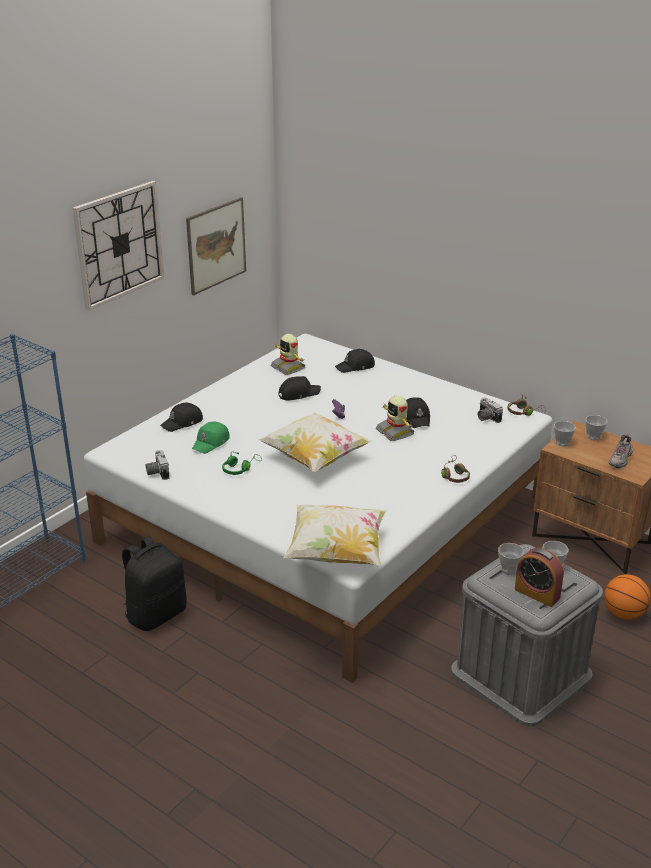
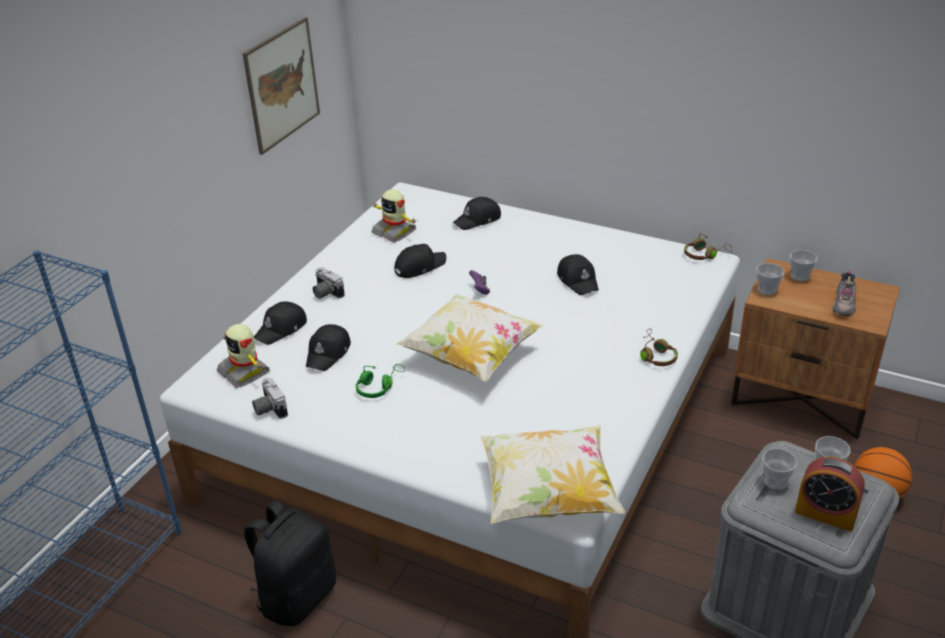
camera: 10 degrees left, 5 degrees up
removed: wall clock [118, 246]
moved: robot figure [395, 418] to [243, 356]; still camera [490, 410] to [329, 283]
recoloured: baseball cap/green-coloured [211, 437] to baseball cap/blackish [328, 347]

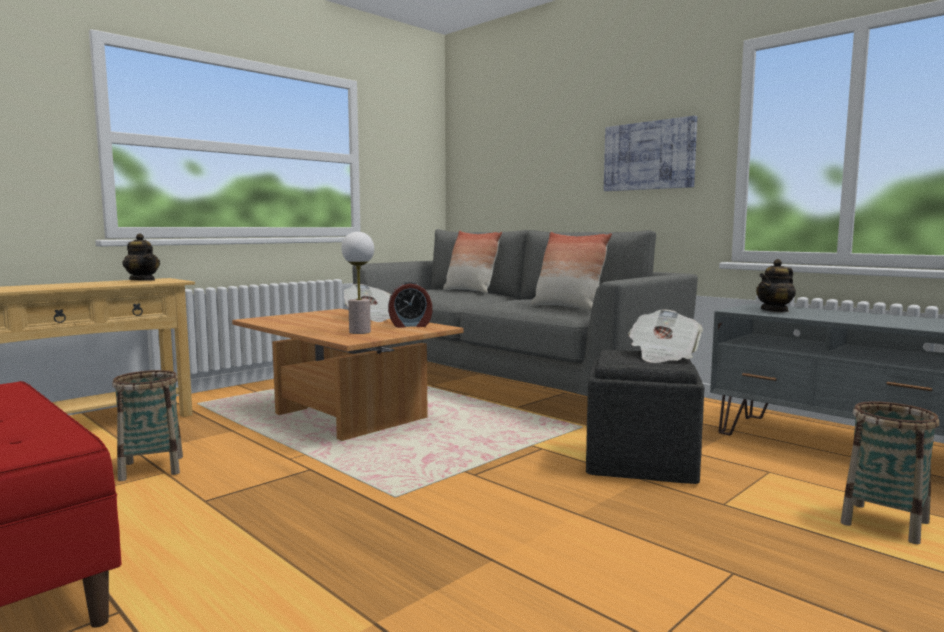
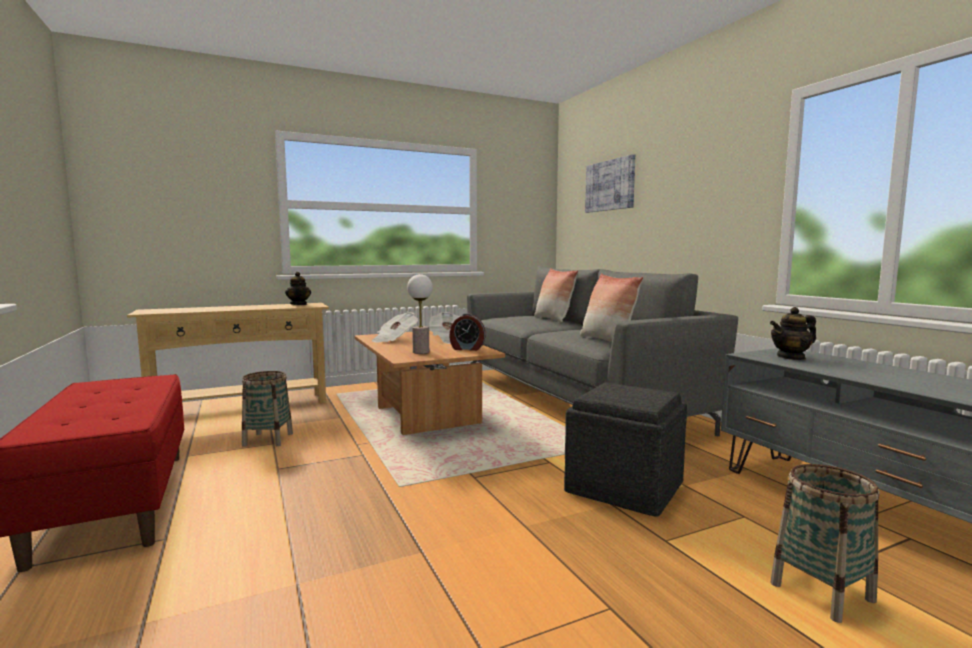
camera: 20 degrees right, 0 degrees up
moved: wall art [650, 153] to [610, 183]; daily paper [665, 336] to [395, 327]

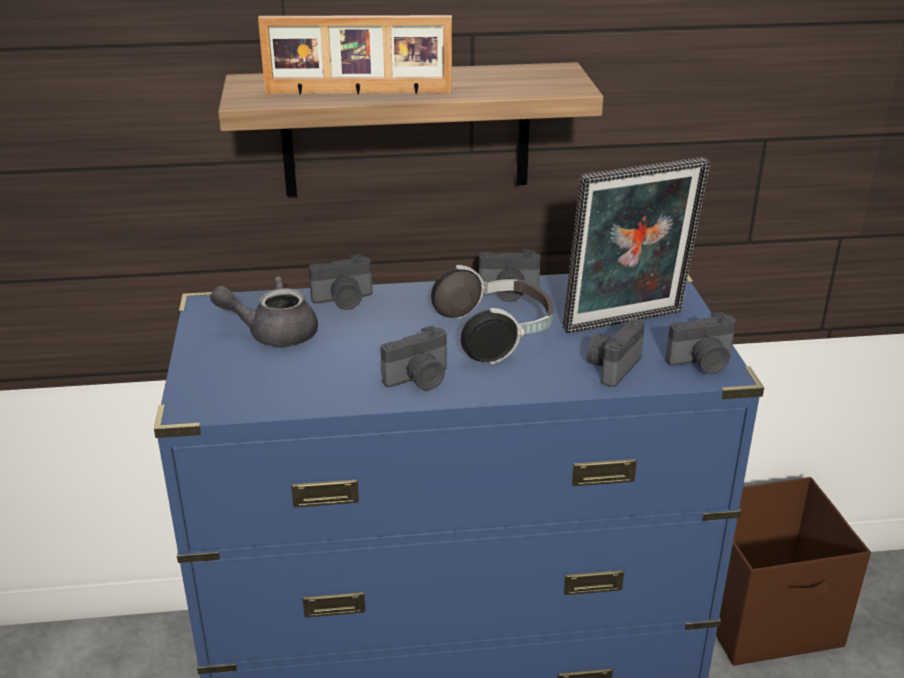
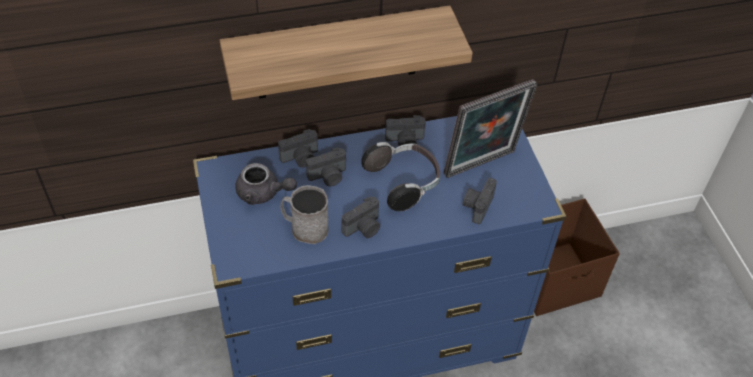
camera: 10 degrees left, 20 degrees up
removed: standing frame [355, 55]
added: mug/greyish [304, 214]
moved: still camera [701, 343] to [326, 166]
turned: tea pot/greyish [264, 311] = [266, 184] 150 degrees counterclockwise

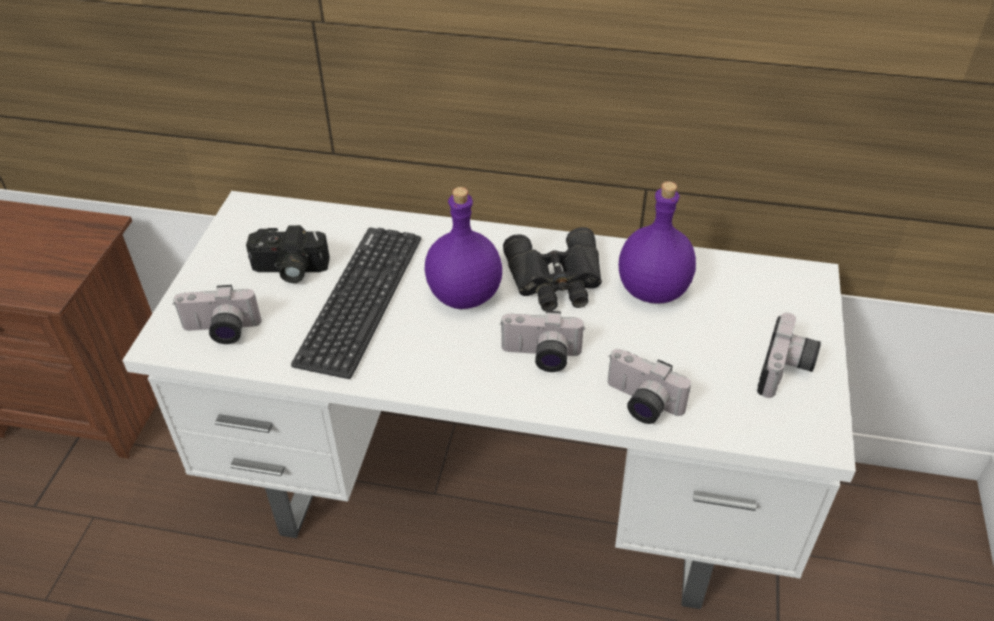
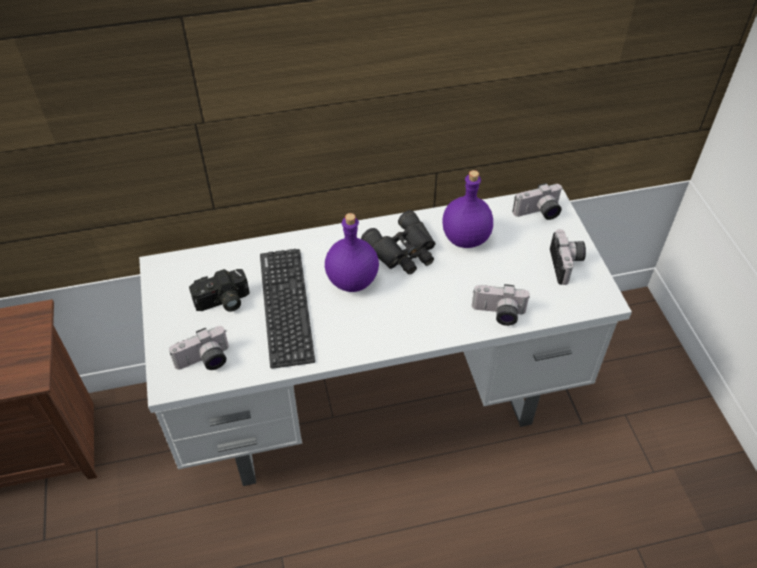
camera: 25 degrees left, 5 degrees up
moved: still camera [542, 341] to [538, 201]

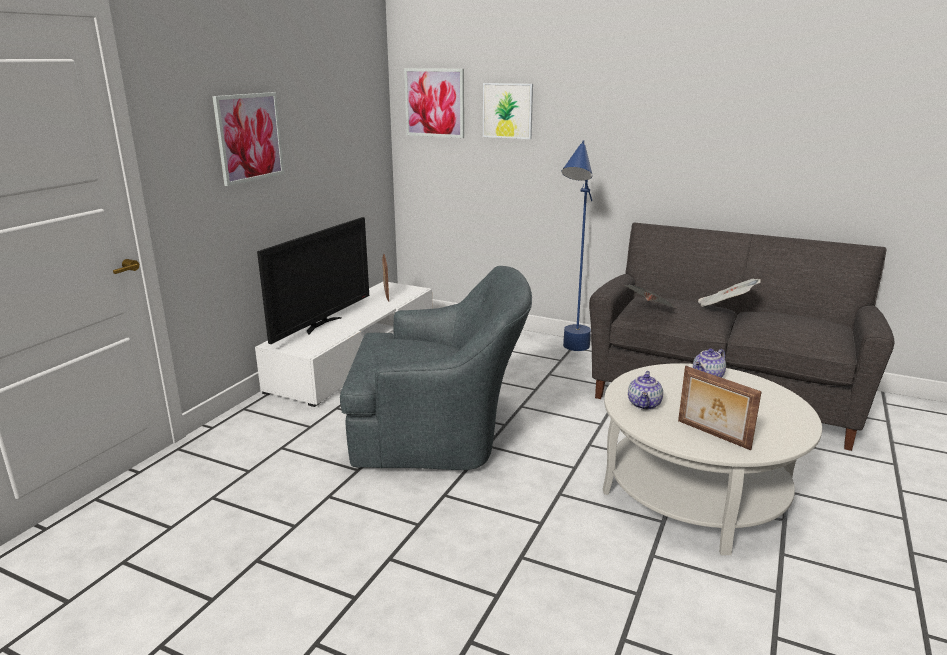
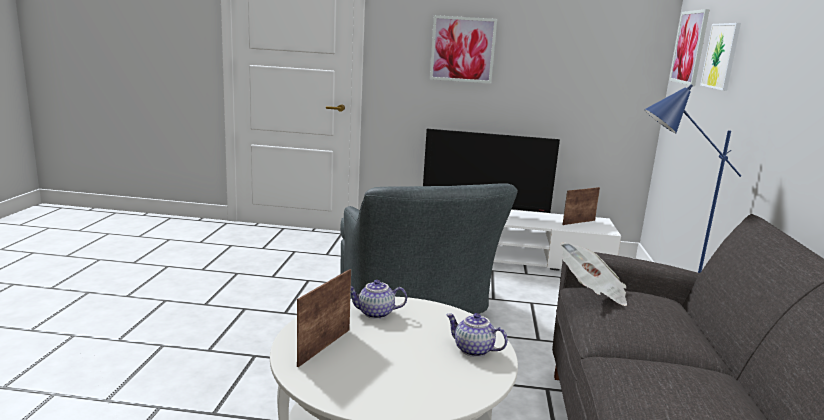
camera: 70 degrees right, 5 degrees down
removed: daily paper [729, 292]

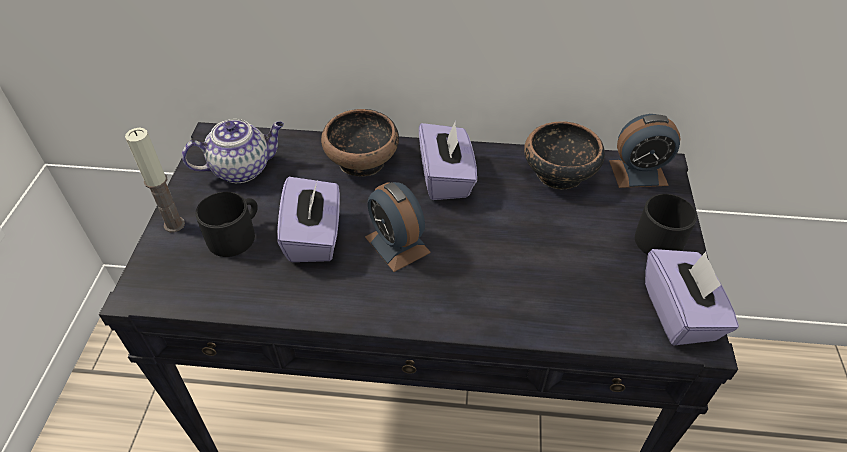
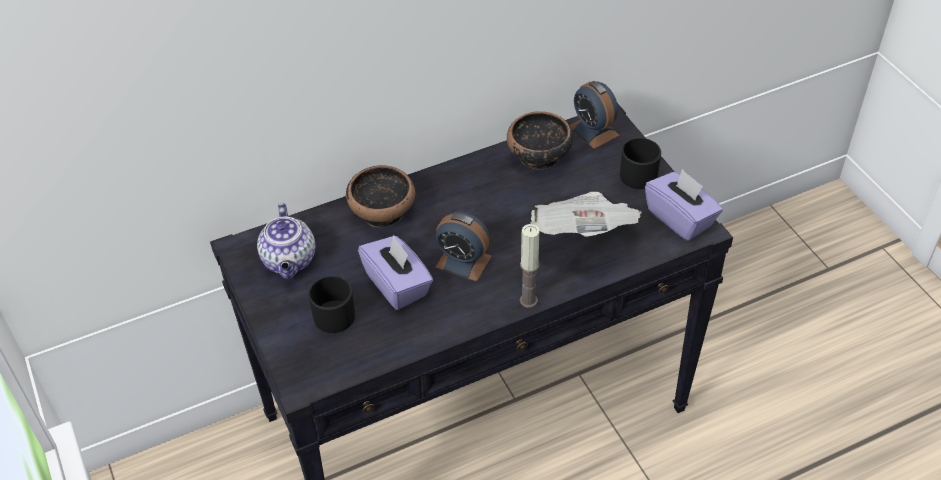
camera: 30 degrees left, 0 degrees up
removed: tissue box/purplish [448, 160]
added: daily paper [586, 214]
moved: wax candle [155, 180] to [530, 266]
turned: tea pot [233, 151] = [286, 241] 135 degrees clockwise; alarm clock [645, 151] = [595, 115] 90 degrees clockwise

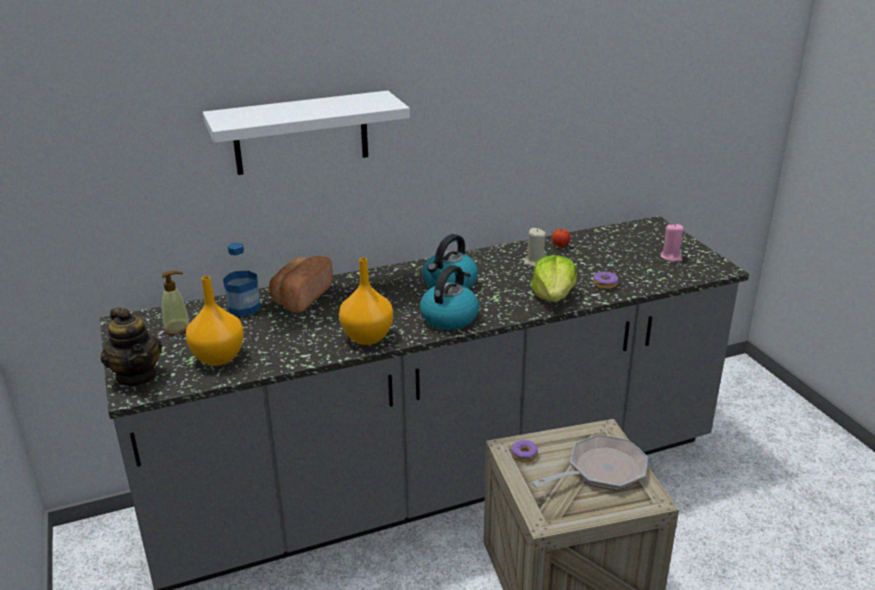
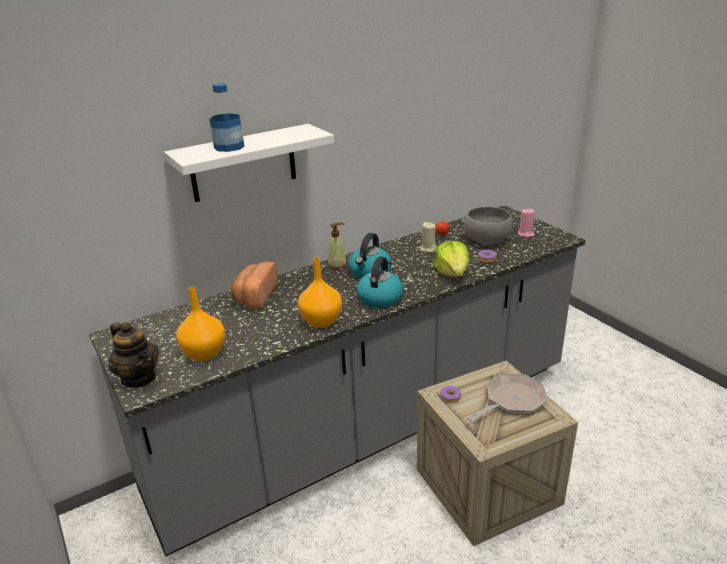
camera: 10 degrees left, 0 degrees up
added: deep dish/greyish [488, 225]
moved: liquid soap bottle [176, 303] to [337, 245]; drink bottle [242, 279] to [227, 117]

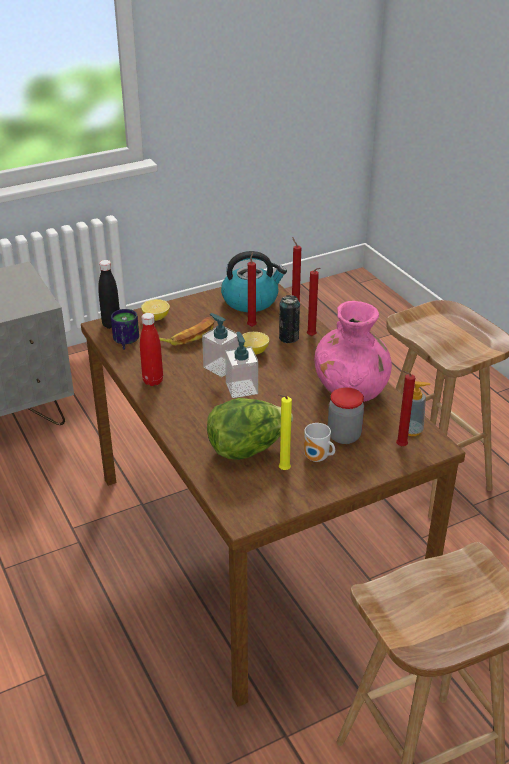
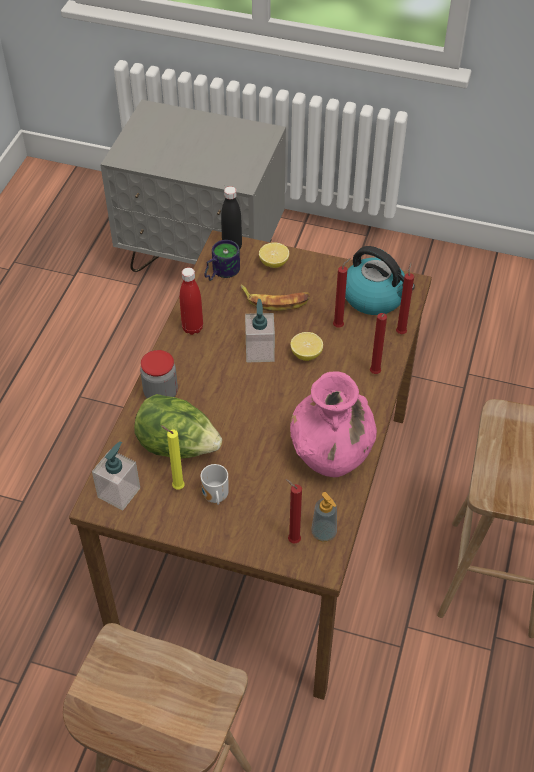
camera: 45 degrees right, 15 degrees up
removed: can [289, 319]
moved: liquid soap bottle [241, 365] to [116, 475]; jar [346, 415] to [159, 374]

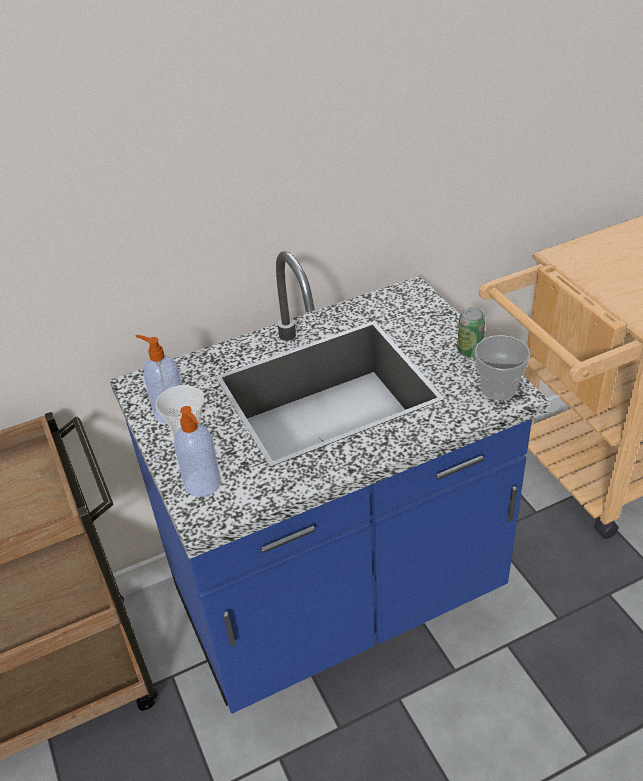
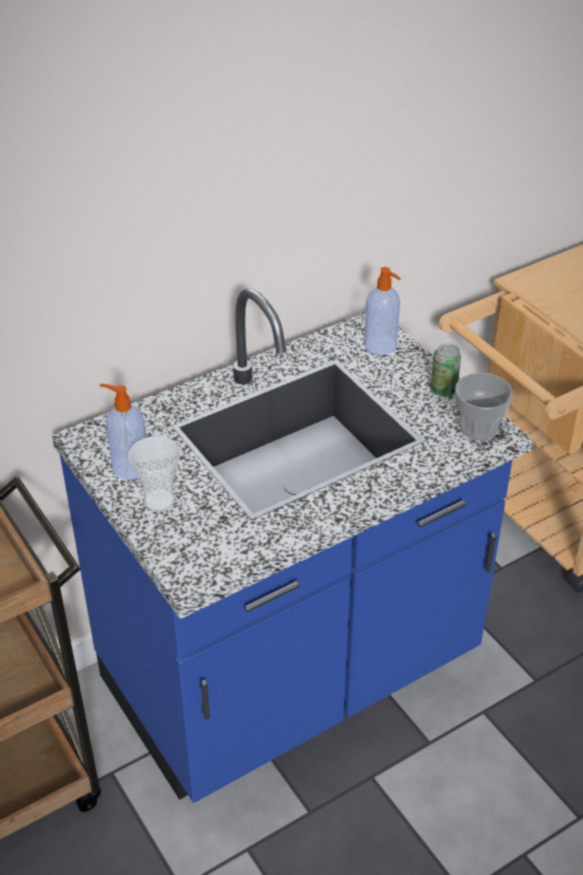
camera: 10 degrees left, 0 degrees up
moved: liquid soap bottle [197, 451] to [382, 311]

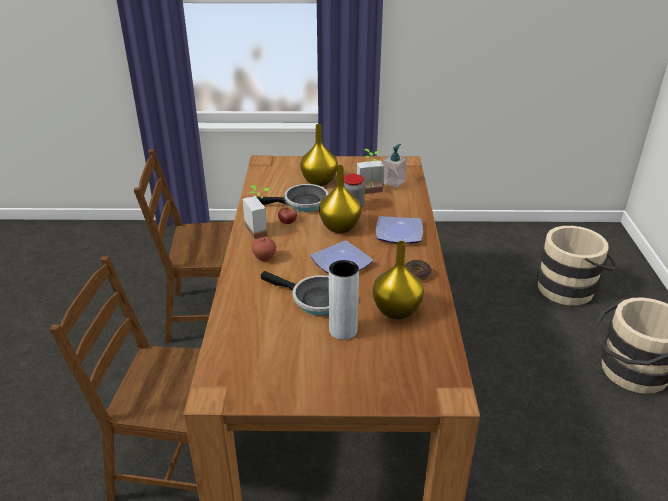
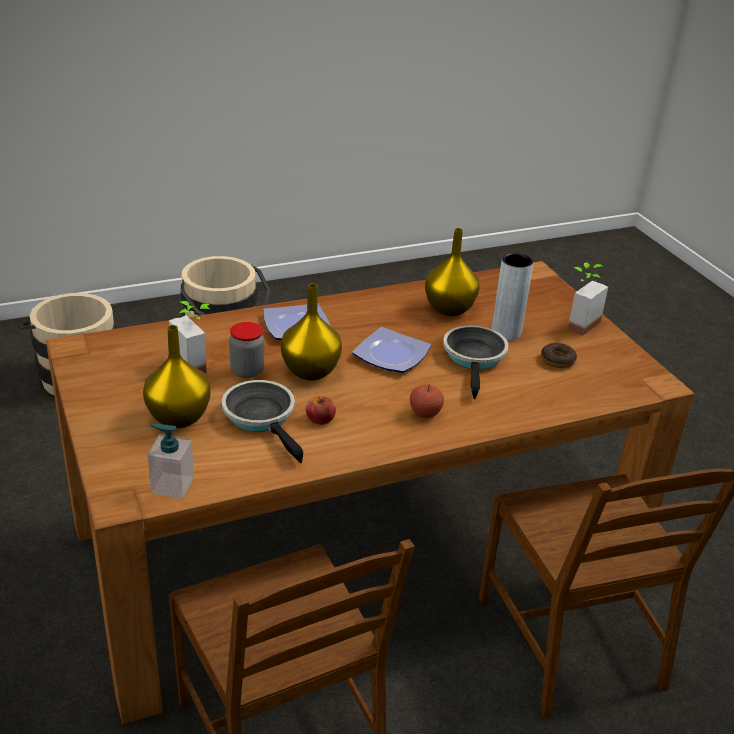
camera: 115 degrees left, 0 degrees up
moved: potted plant [257, 212] to [588, 299]; liquid soap bottle [395, 166] to [170, 461]; doughnut [418, 270] to [559, 355]

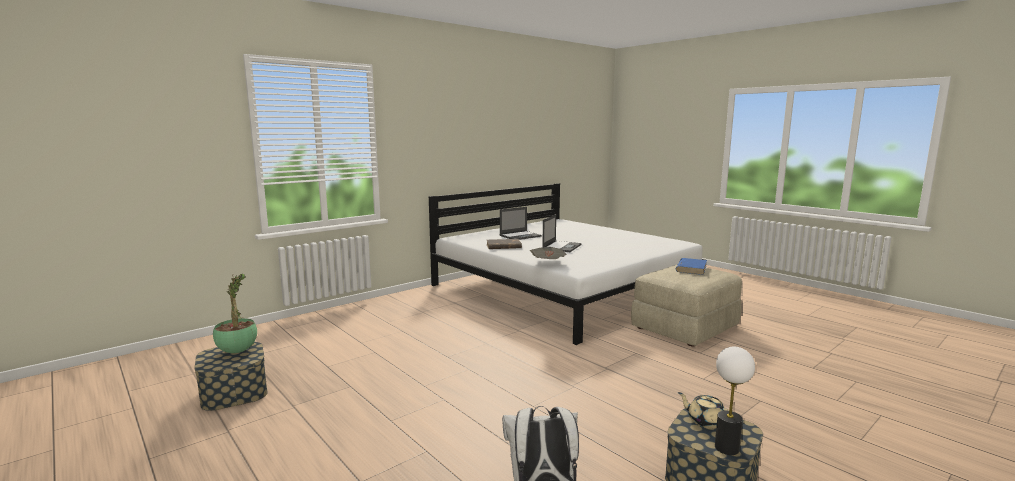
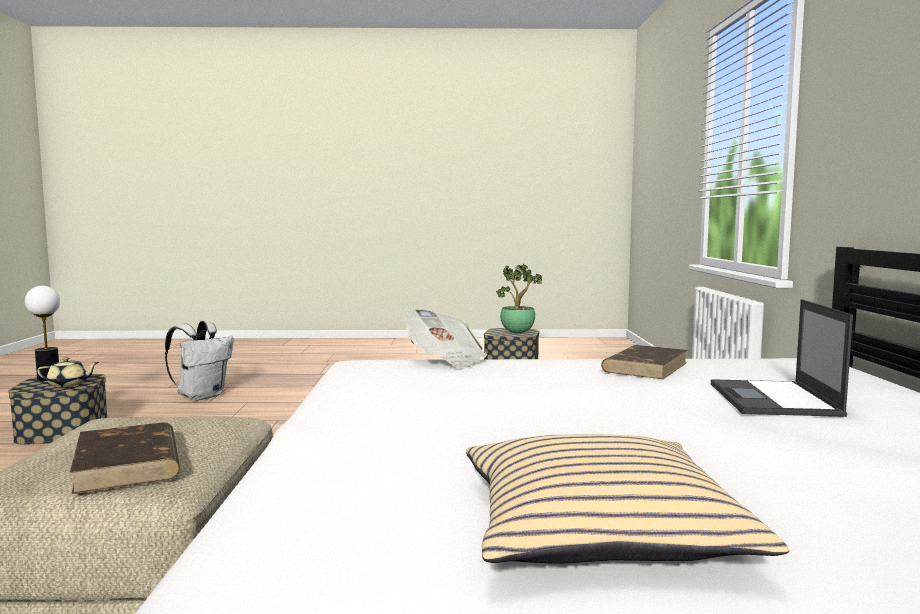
camera: 130 degrees right, 5 degrees down
removed: portable computer [561, 233]
added: throw pillow/sand-coloured [627, 499]
recoloured: book/blue [691, 266] to book/brown-coloured [125, 458]

